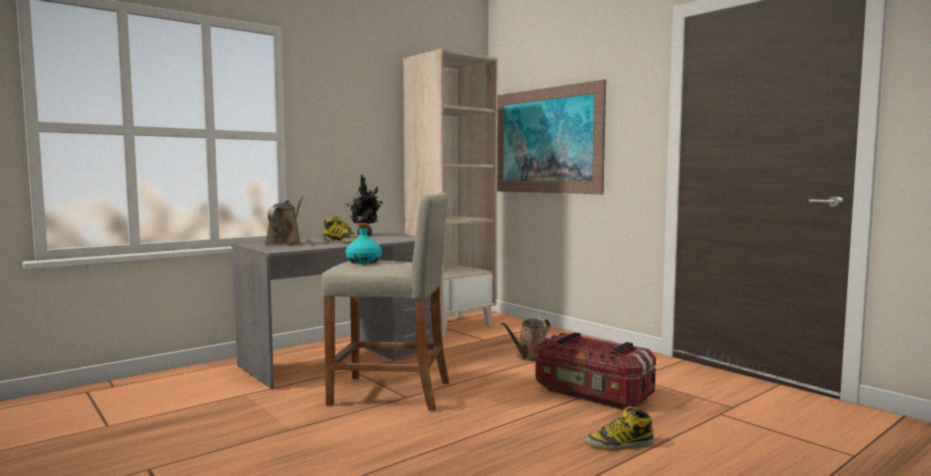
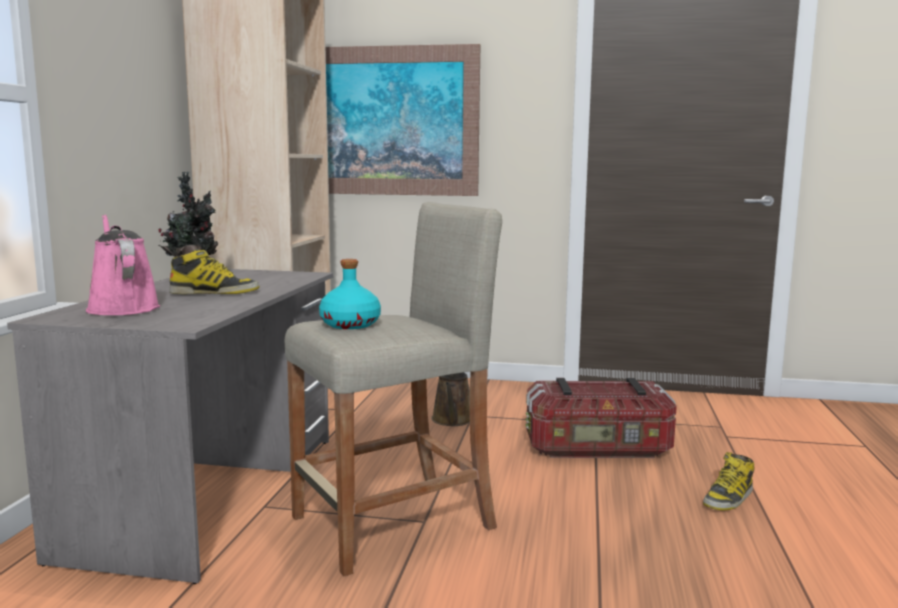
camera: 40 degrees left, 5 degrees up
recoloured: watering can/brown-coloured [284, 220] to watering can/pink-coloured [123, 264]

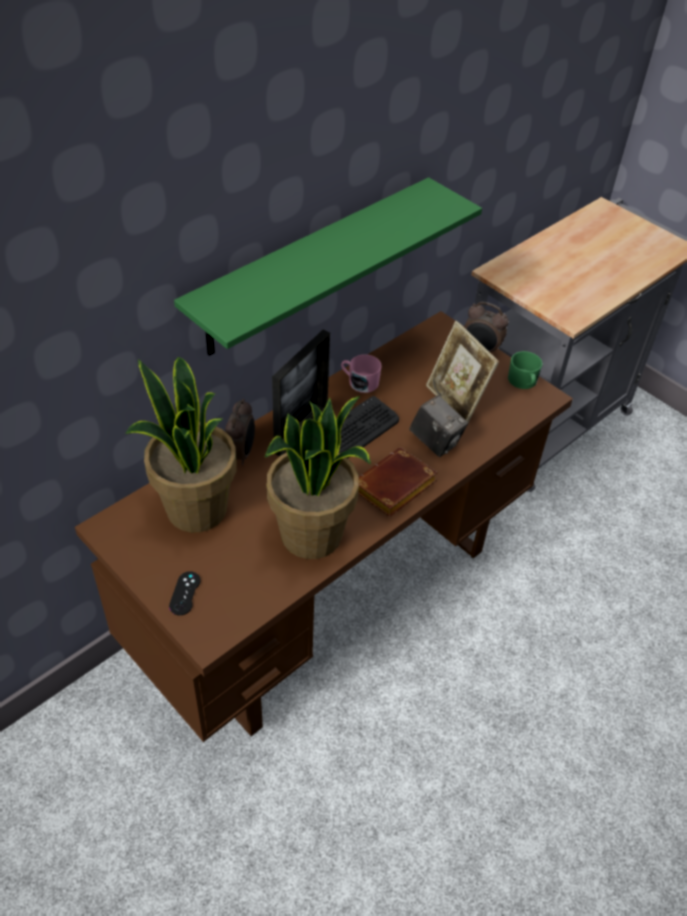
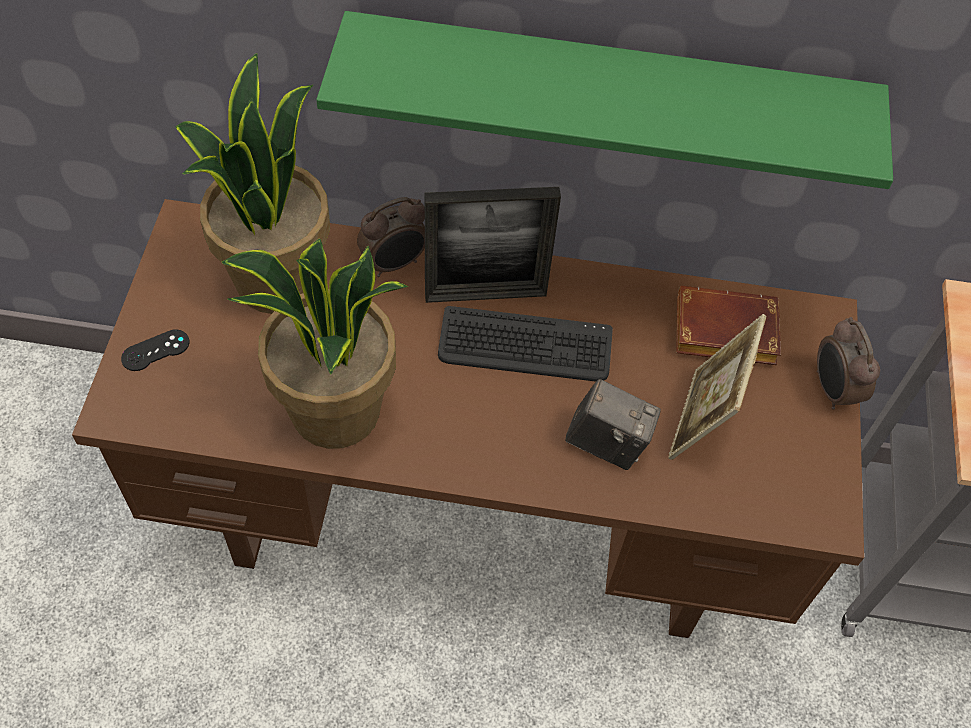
camera: 50 degrees right, 10 degrees up
removed: mug/pink-coloured [361, 373]; mug/green-coloured [525, 370]
moved: book/brown-coloured [398, 482] to [728, 325]
turned: still camera [438, 426] = [613, 424] 75 degrees counterclockwise

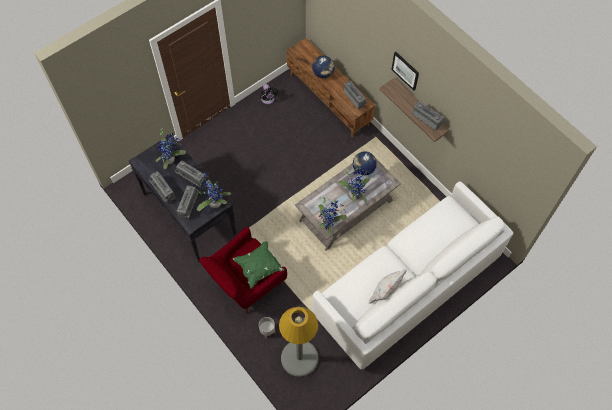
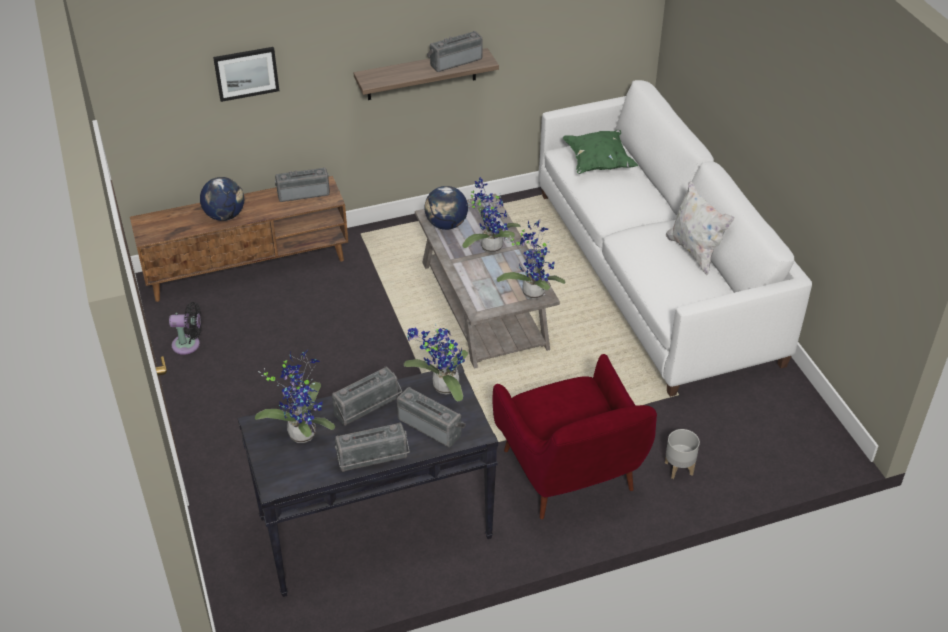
camera: 70 degrees left, 20 degrees down
removed: floor lamp/greyish [299, 342]
moved: throw pillow/green-coloured [258, 265] to [600, 152]; wall art [405, 71] to [246, 74]

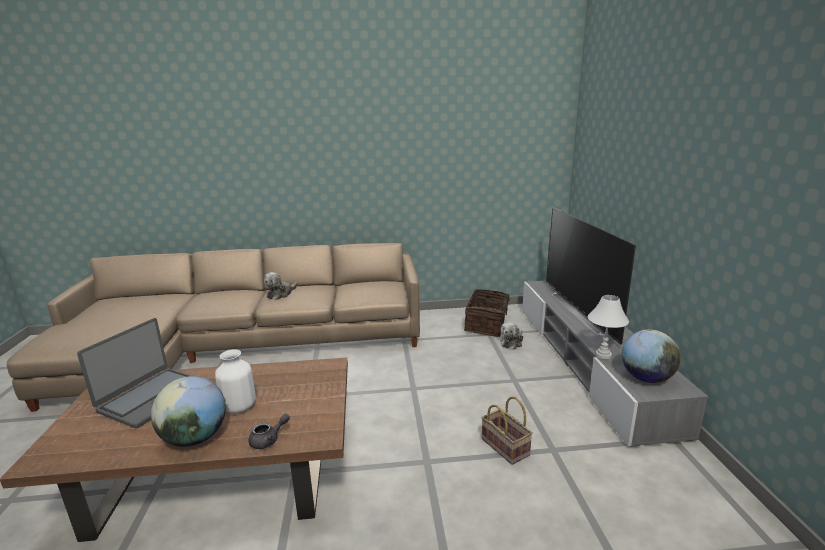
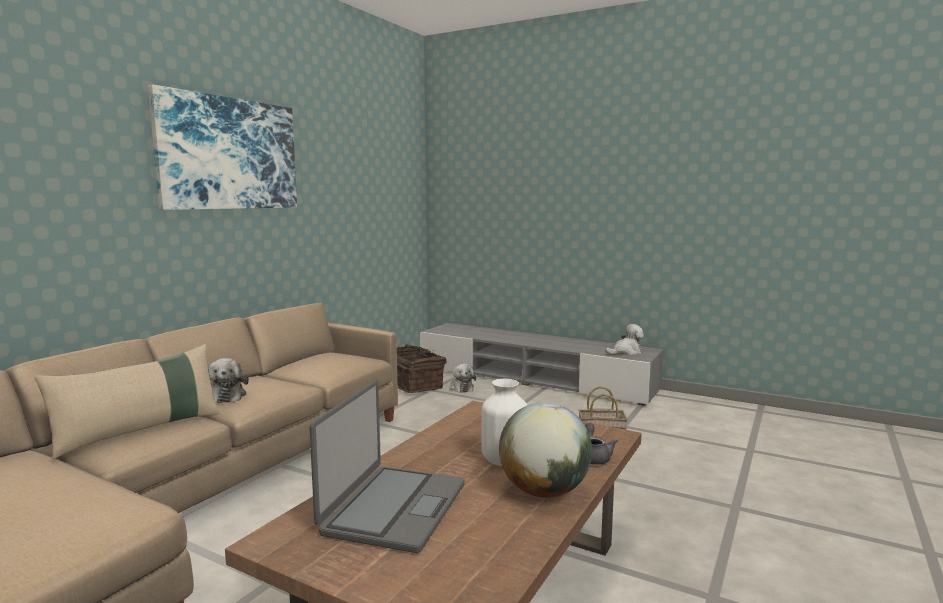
camera: 55 degrees left, 10 degrees down
removed: TV [591, 276]; table lamp/whitish [608, 327]
added: throw pillow/sand-coloured [127, 401]; wall art [222, 147]
replaced: world globe [651, 356] to cuddly toy [624, 340]
turned: portable computer [134, 373] = [387, 466] 45 degrees clockwise

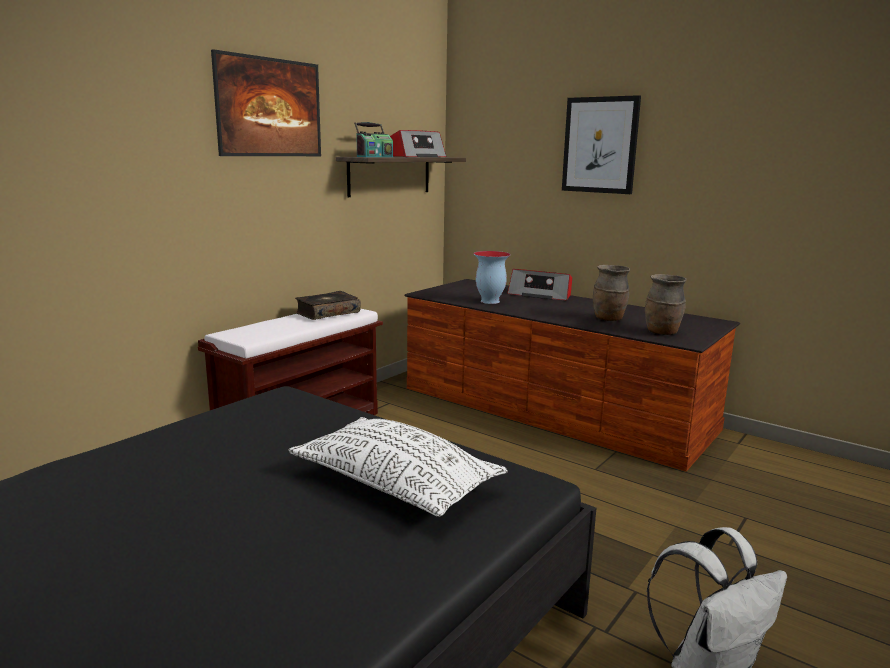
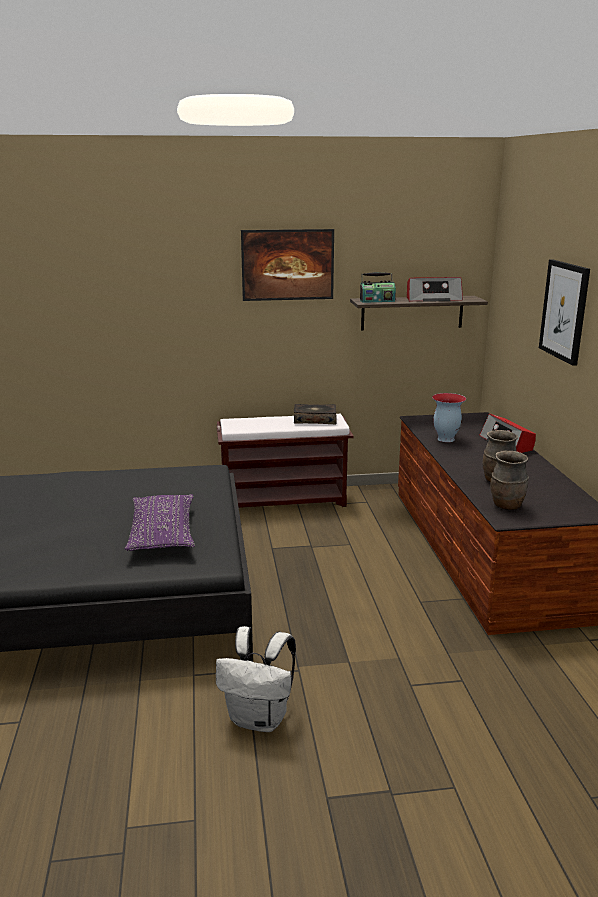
camera: 45 degrees right, 5 degrees up
recoloured: throw pillow/whitish [398, 467] to throw pillow/purplish [160, 522]

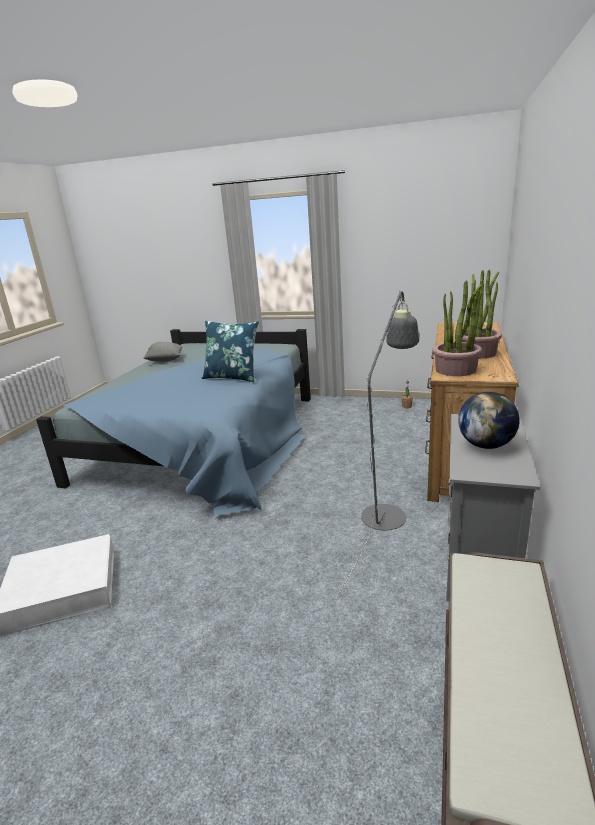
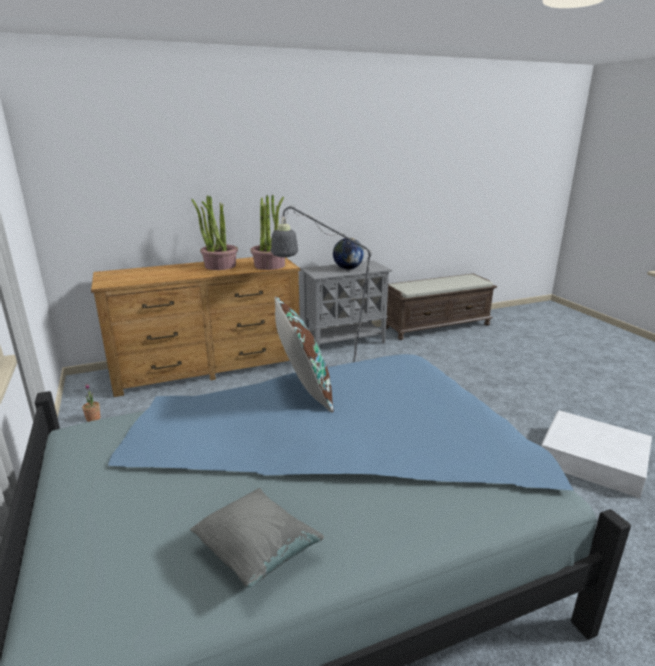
camera: 130 degrees left, 0 degrees up
recoloured: throw pillow/blue [230, 352] to throw pillow/brown-coloured [304, 354]

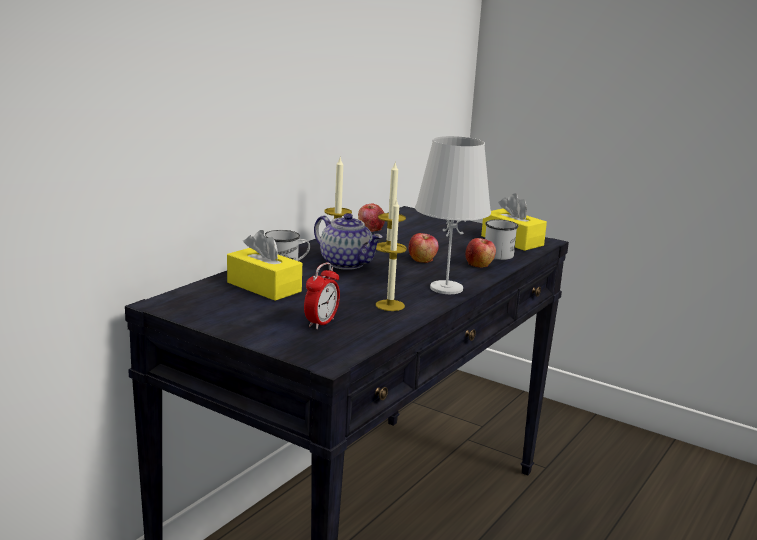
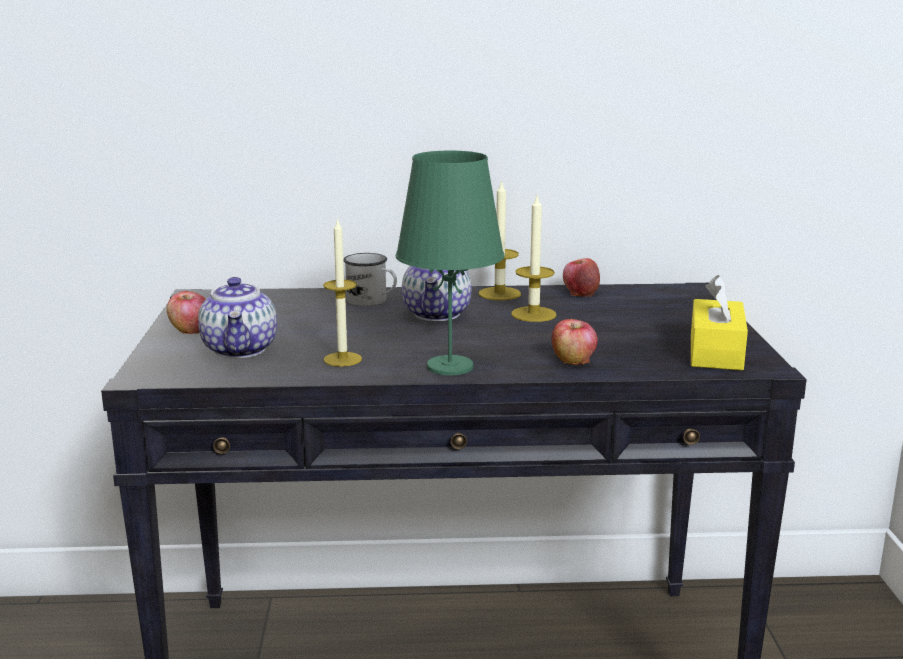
camera: 55 degrees right, 0 degrees up
removed: tissue box/yellow [264, 265]; mug/whitish [501, 240]
moved: apple [424, 248] to [186, 312]
replaced: alarm clock [322, 295] to tea pot [237, 317]
recoloured: table lamp/whitish [453, 215] to table lamp/green-coloured [450, 263]

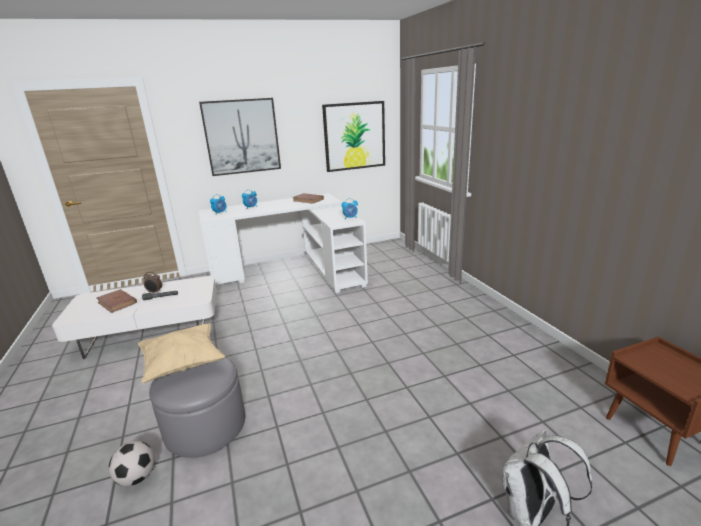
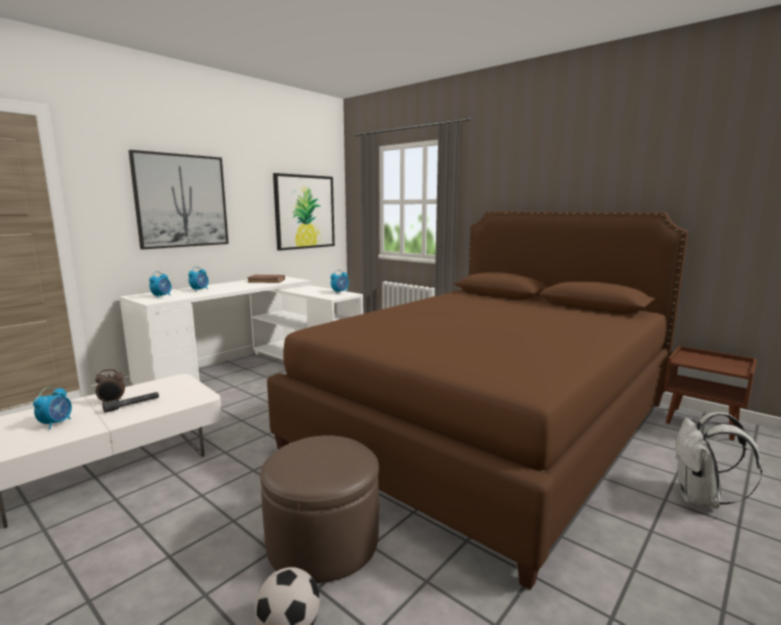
camera: 30 degrees left, 10 degrees down
removed: throw pillow/sand-coloured [182, 353]
added: bed/brown-coloured [478, 400]
replaced: book/brown-coloured [117, 301] to alarm clock [52, 408]
recoloured: ottoman/greyish [197, 407] to ottoman/brown-coloured [319, 509]

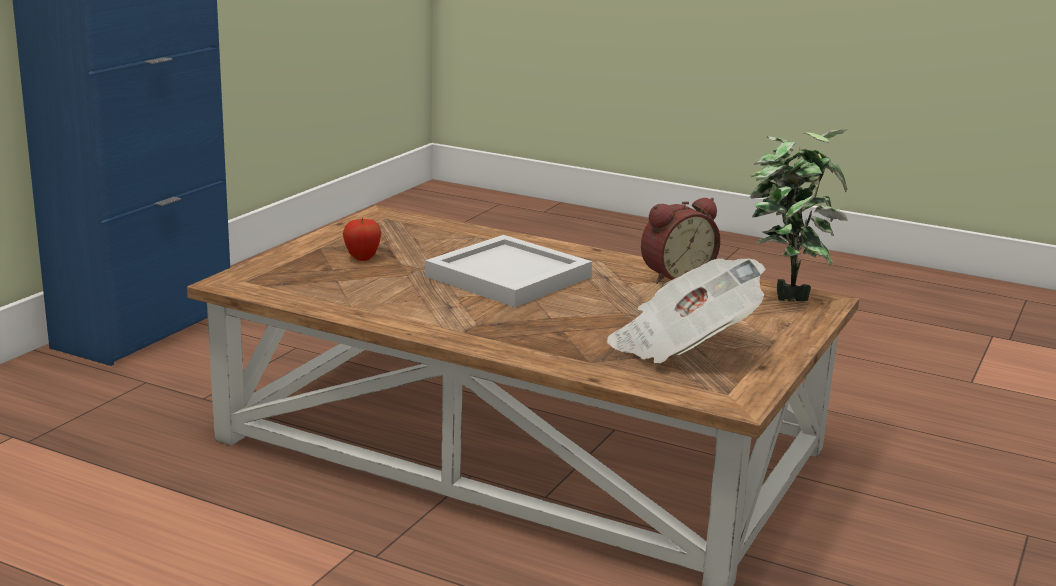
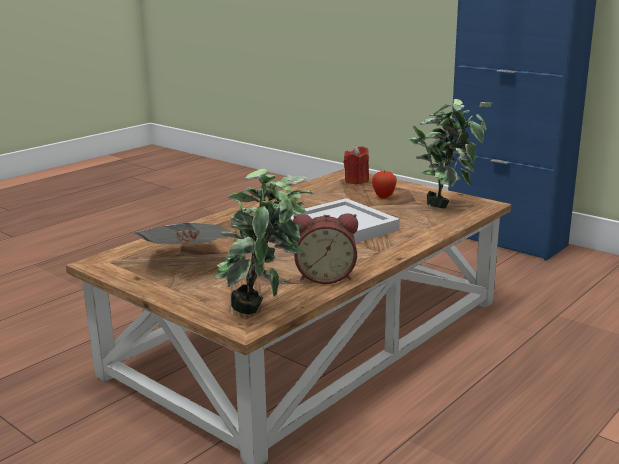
camera: 105 degrees right, 0 degrees up
added: wax candle/reddish [356, 165]; potted plant [451, 154]
turned: alarm clock [680, 241] = [325, 248] 75 degrees counterclockwise

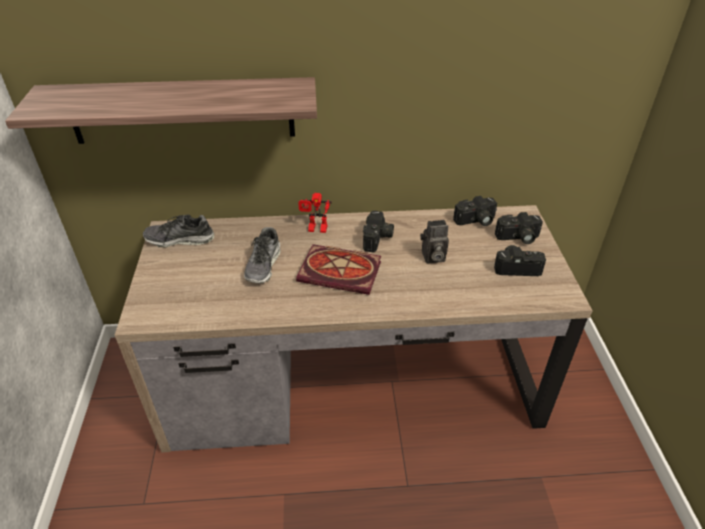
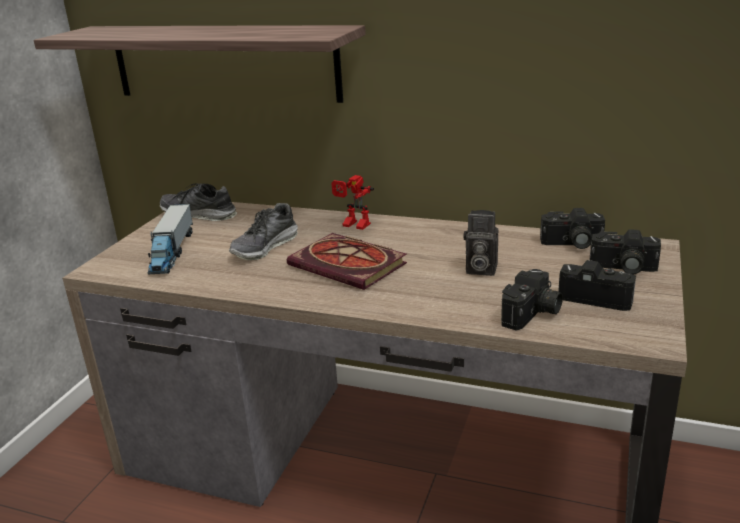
camera: 25 degrees right, 15 degrees down
added: model truck [170, 239]
moved: still camera [378, 232] to [532, 300]

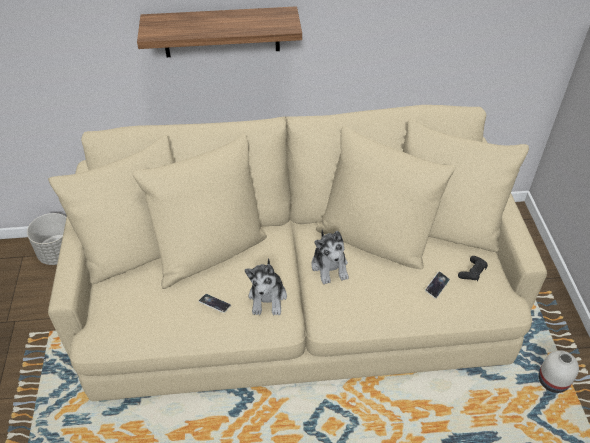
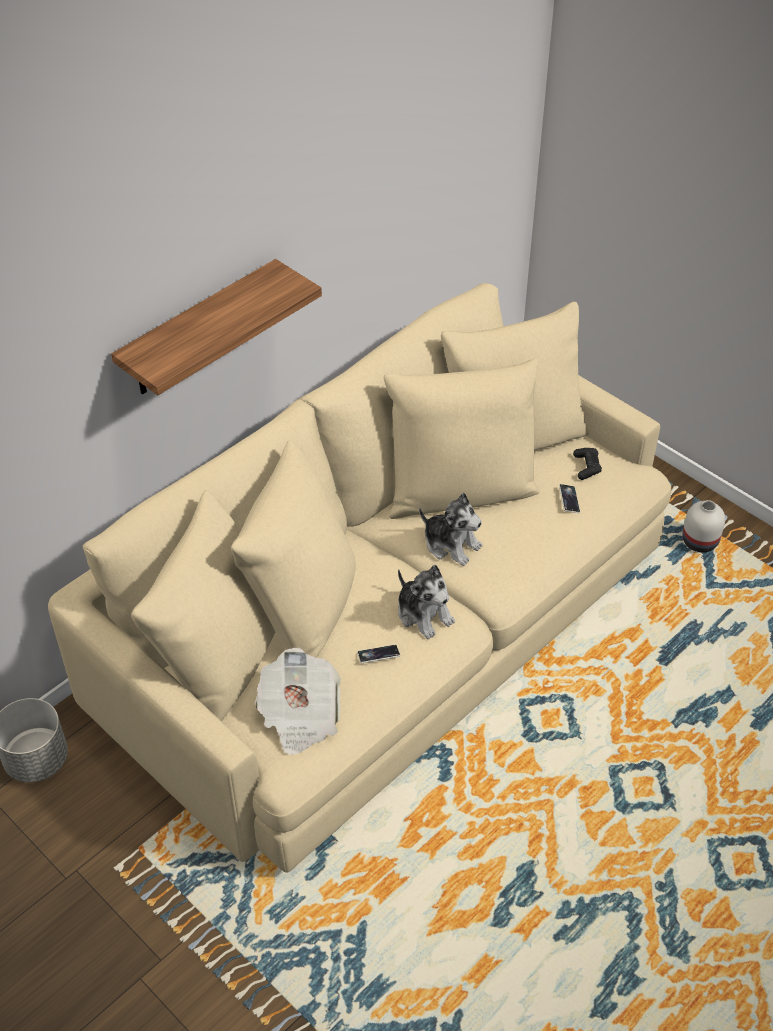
camera: 40 degrees left, 0 degrees up
added: daily paper [298, 701]

